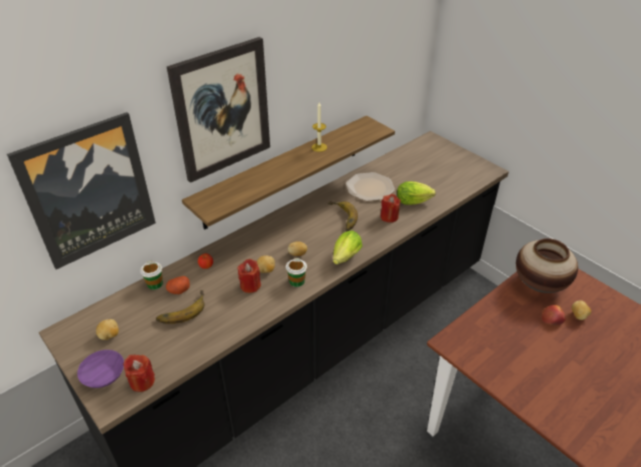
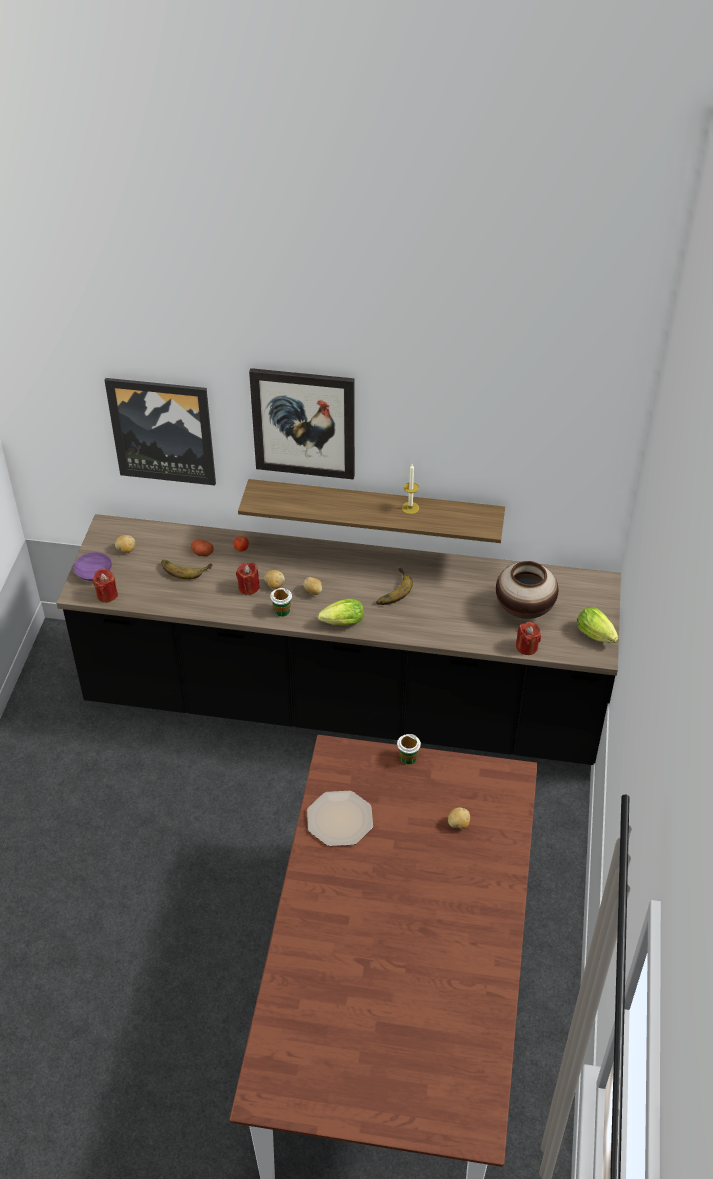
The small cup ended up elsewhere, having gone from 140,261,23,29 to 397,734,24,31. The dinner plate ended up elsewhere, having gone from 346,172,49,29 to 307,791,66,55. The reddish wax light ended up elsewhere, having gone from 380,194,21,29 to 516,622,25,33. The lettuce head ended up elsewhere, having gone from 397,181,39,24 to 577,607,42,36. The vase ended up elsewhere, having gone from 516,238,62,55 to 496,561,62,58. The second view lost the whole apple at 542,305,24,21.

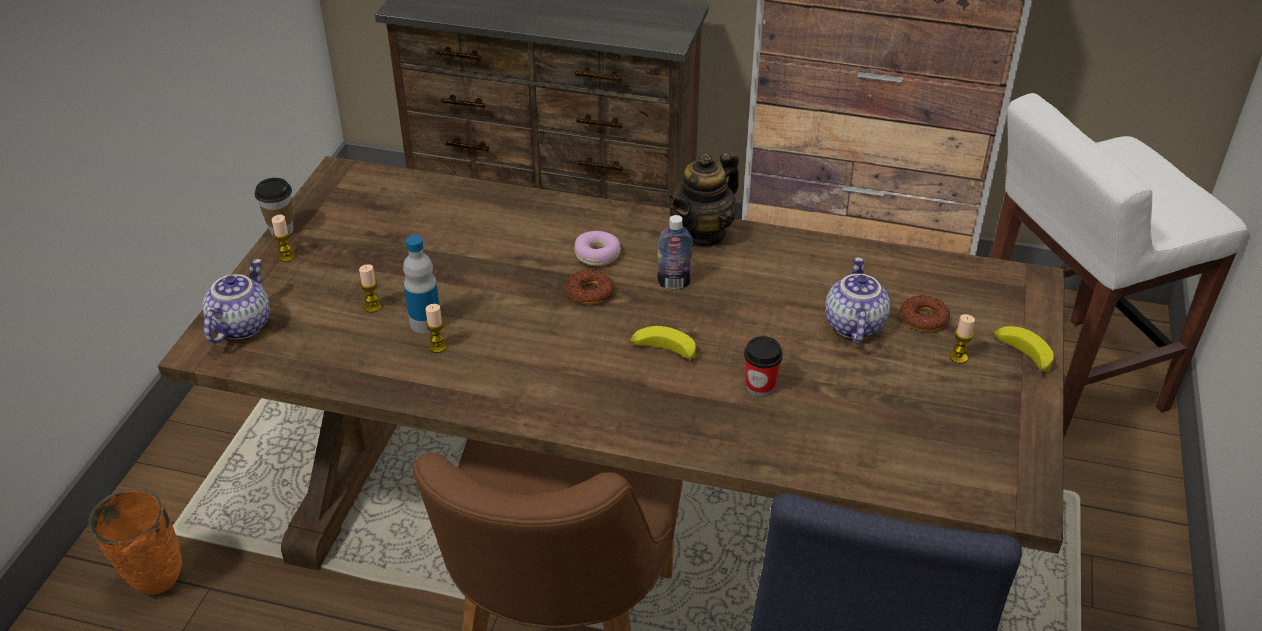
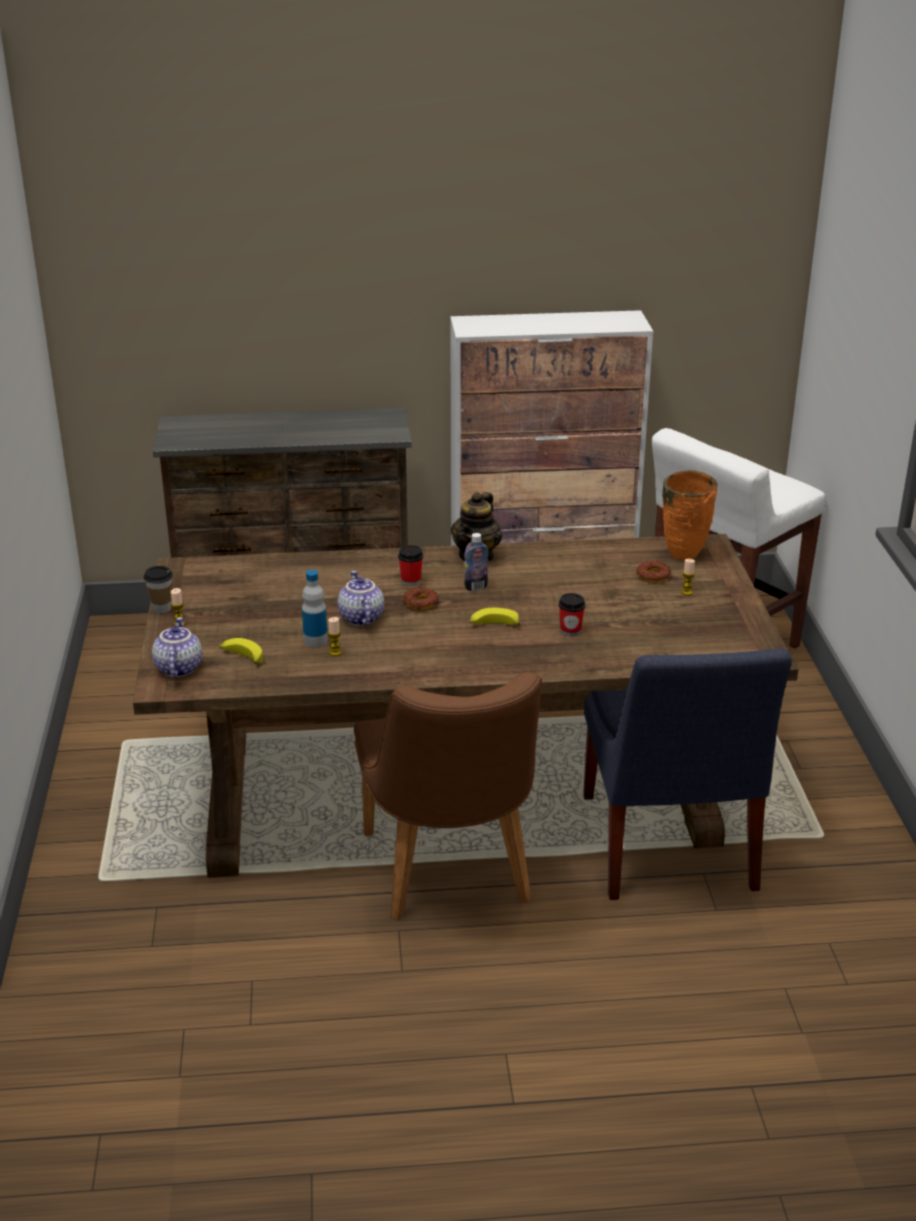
The orangey vase ended up elsewhere, having gone from 89,489,93,106 to 662,470,56,91. The second view lost the wax light at 359,264,22,49. Where the ring doughnut stood at 574,231,47,35, the small cup came to stand at 398,545,25,41. The pot for tea ended up elsewhere, having gone from 825,257,65,87 to 338,571,46,55. The banana ended up elsewhere, having gone from 993,326,61,47 to 219,638,44,26.

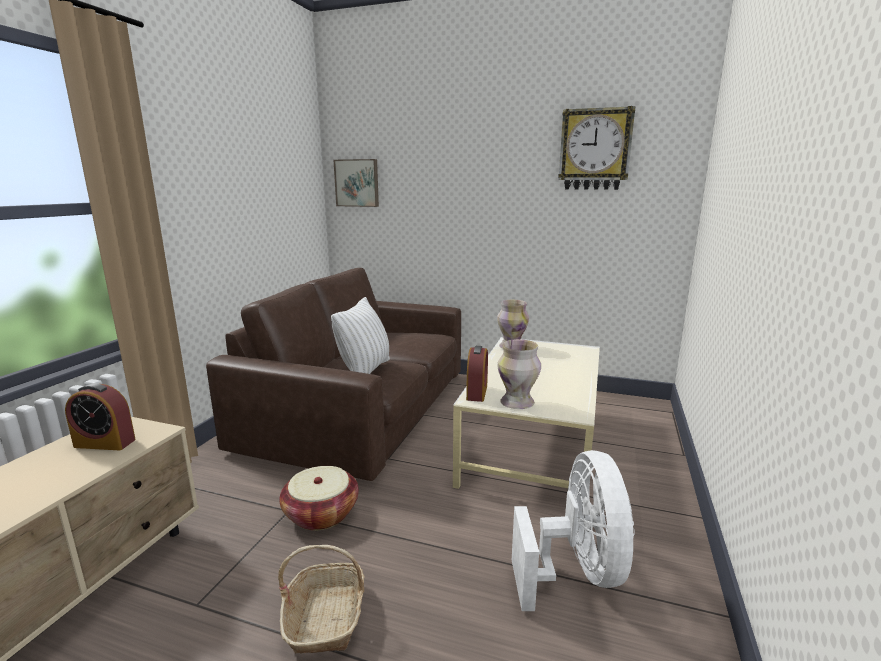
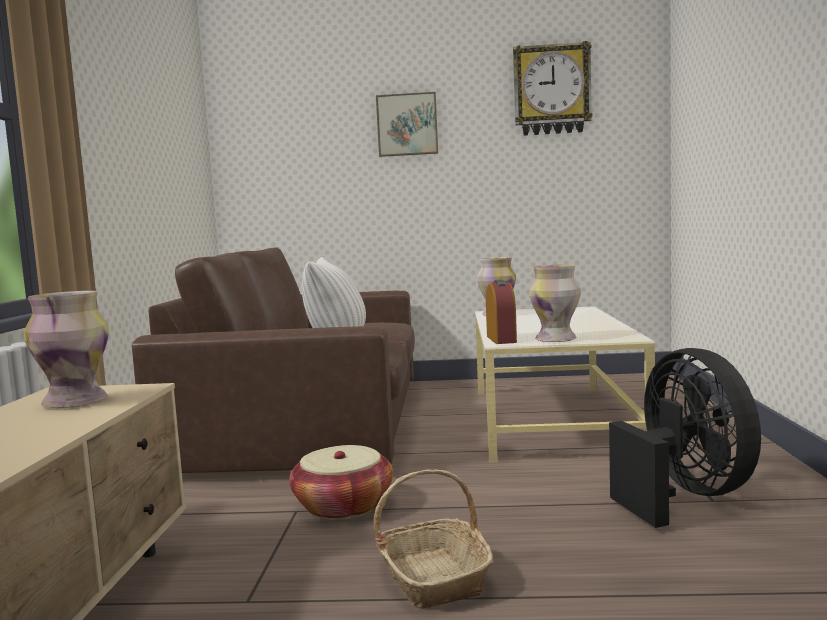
Where the table clock stood at 65,383,71,67, the vase came to stand at 24,291,85,117. The wall picture ended up elsewhere, having gone from 333,159,46,48 to 376,92,62,65. What was the white-coloured electric fan at 512,450,123,161 turned into the black electric fan at 609,348,152,180.

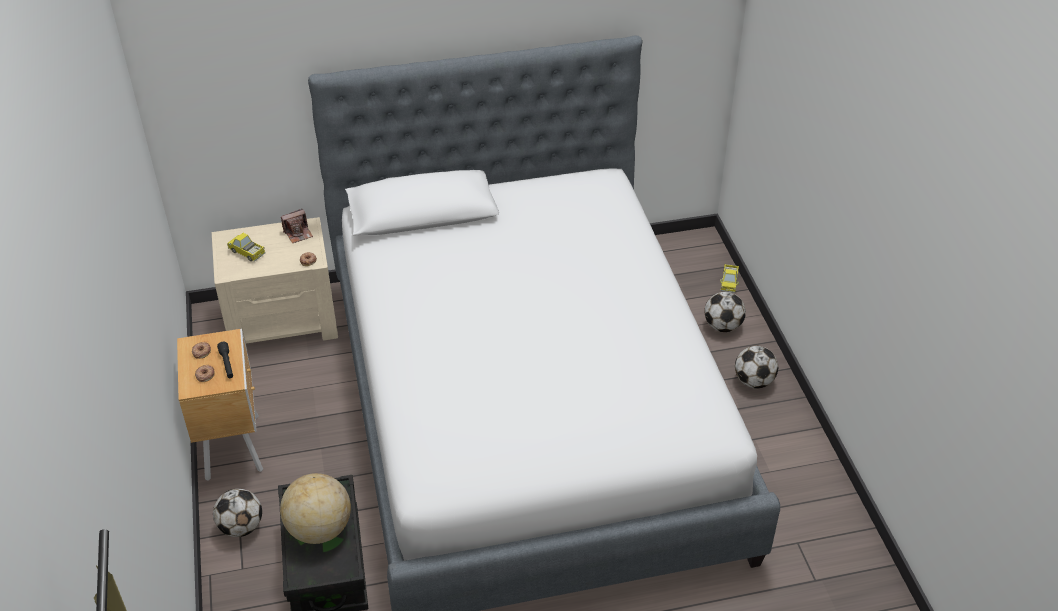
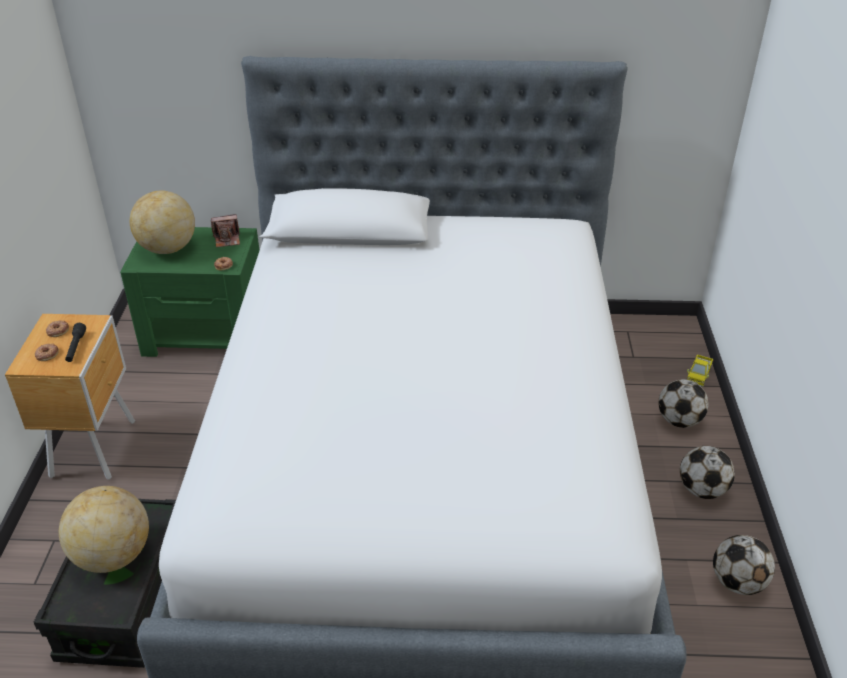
What was the sand-coloured night table at 212,217,126,132 turned into the green night table at 120,227,140,130. The football ended up elsewhere, having gone from 213,489,49,48 to 713,535,62,60. Where the toy truck stood at 227,233,38,29, the desk globe came to stand at 130,191,65,63.

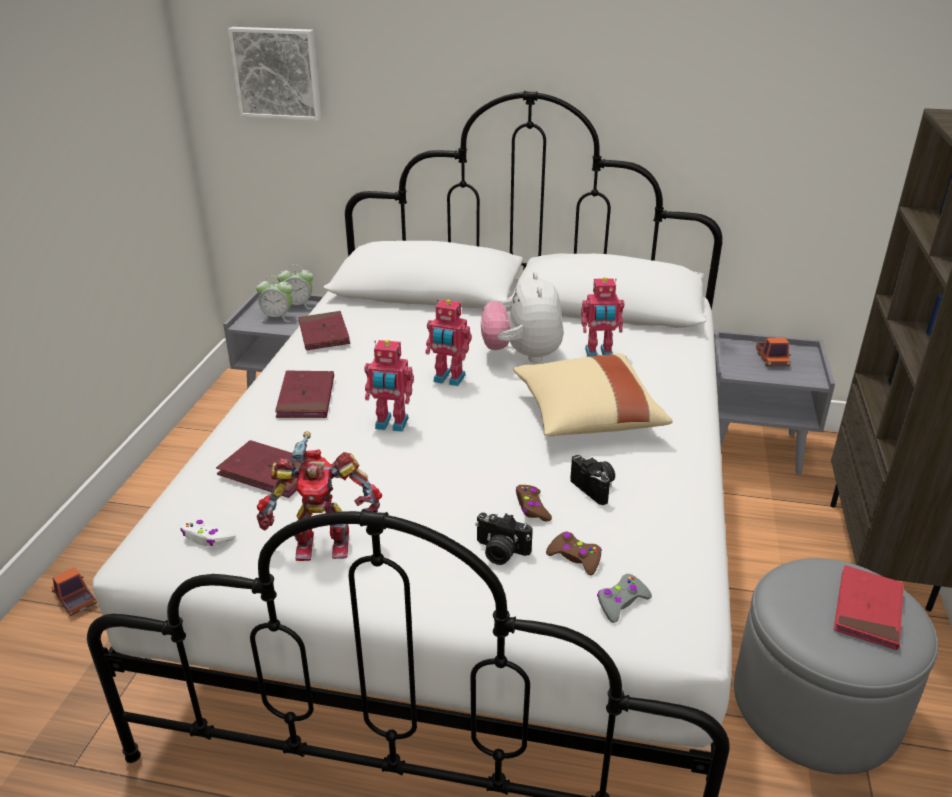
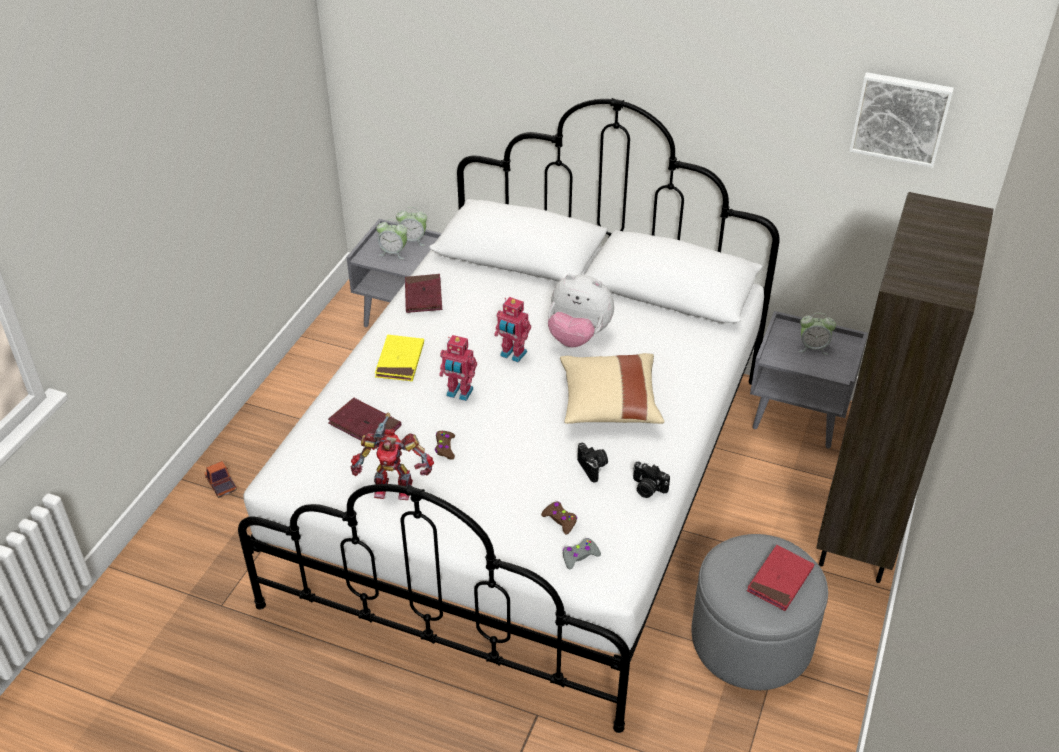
The second view lost the white-coloured gamepad at 180,520,56,26. The wall picture ended up elsewhere, having gone from 228,27,93,94 to 849,72,105,96. What was the reddish book at 275,371,59,47 turned into the yellowish book at 375,335,49,46. The photo camera ended up elsewhere, having gone from 475,513,58,52 to 633,461,37,37. The soft toy at 481,272,82,91 ended up facing another way, 75 degrees counterclockwise from before. The brownish gamepad ended up elsewhere, having gone from 516,485,36,37 to 435,431,20,29. The second view lost the toy robot at 581,277,44,80. Where the toy truck stood at 756,338,35,29, the table clock came to stand at 799,313,37,42.

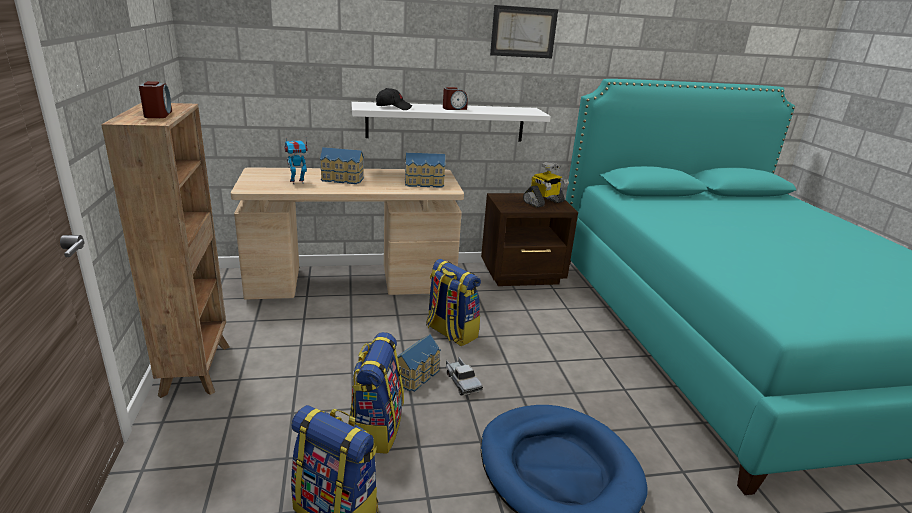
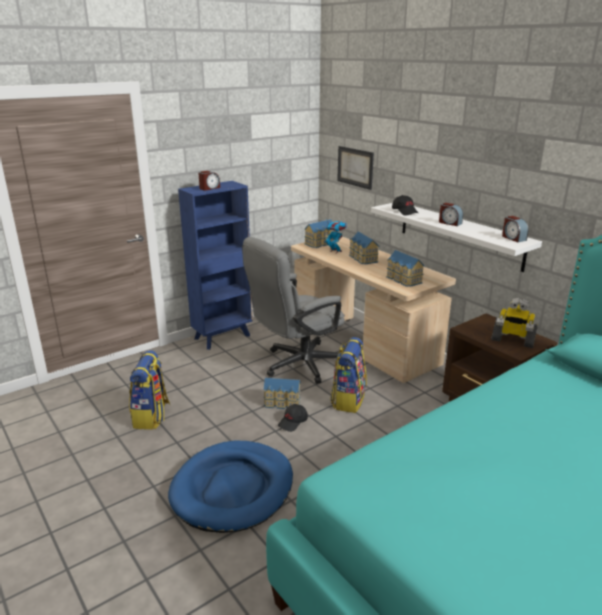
What was the brownish shelving unit at 101,103,129,295 turned into the bluish shelving unit at 178,181,75,169. The second view lost the knapsack at 348,332,56,122. Where the toy truck stood at 446,357,37,38, the black peaked cap came to stand at 278,404,30,28. The wall picture ended up elsewhere, having gone from 490,5,68,53 to 337,146,37,44. The second view gained the greyish office chair at 242,237,103,147. The second view gained the model house at 304,219,31,29. The second view gained the table clock at 502,216,27,26.

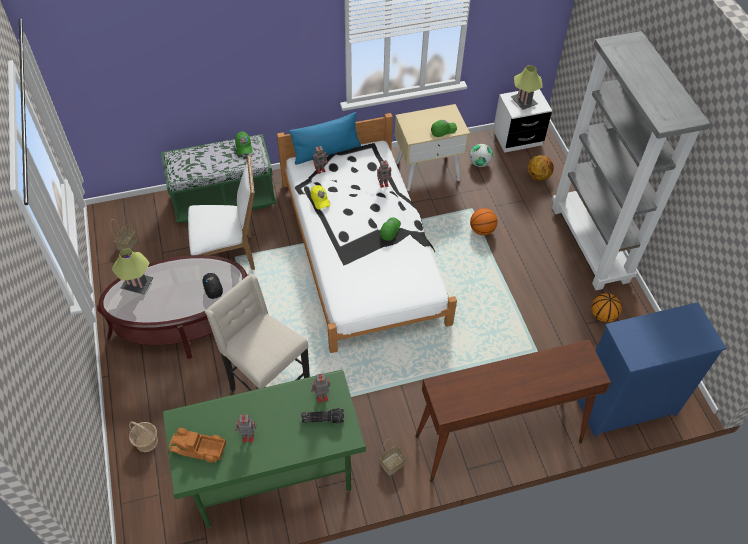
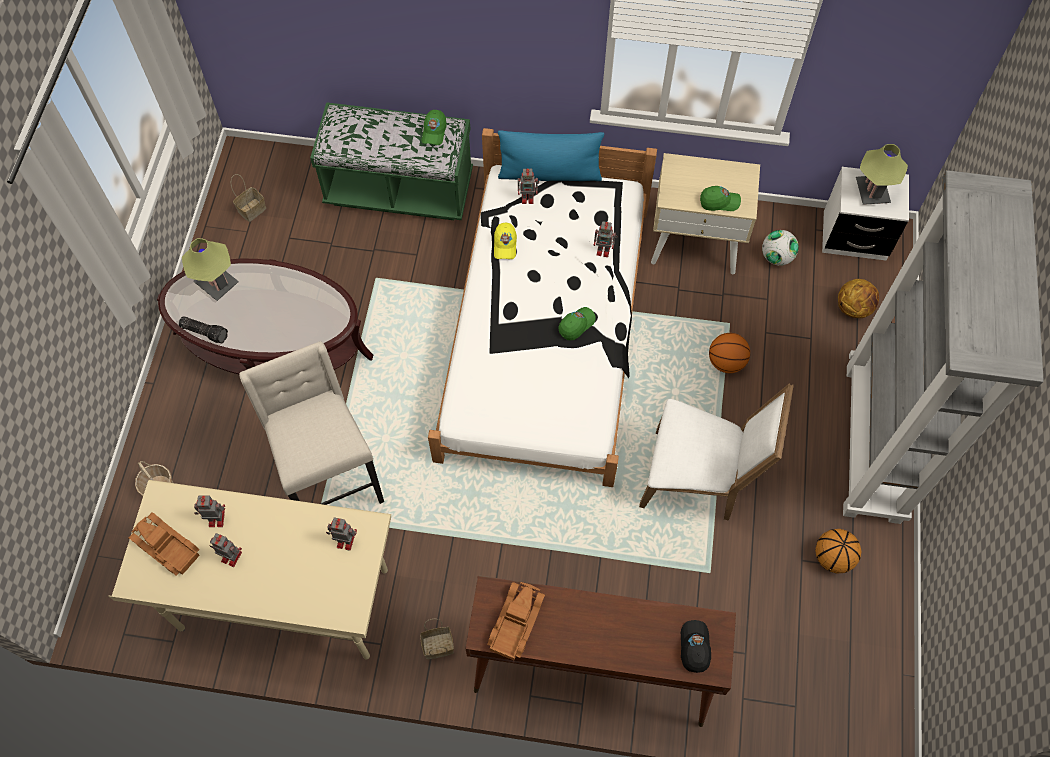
What was the green desk at 163,369,203,159 turned into the sand-coloured desk at 108,480,283,180. The white-coloured upright chair ended up elsewhere, having gone from 188,155,67,115 to 639,383,155,138. The black peaked cap ended up elsewhere, having gone from 202,273,21,26 to 681,620,30,53. The torch ended up elsewhere, having gone from 301,408,43,15 to 179,316,49,27. The second view lost the bluish chest of drawers at 577,302,149,135. The second view gained the toy robot at 194,495,31,32. The second view gained the toy truck at 487,582,58,78.

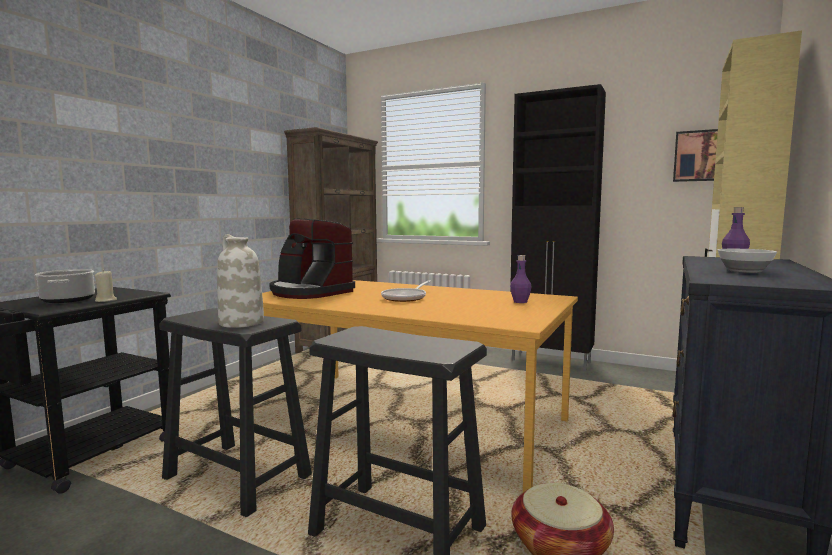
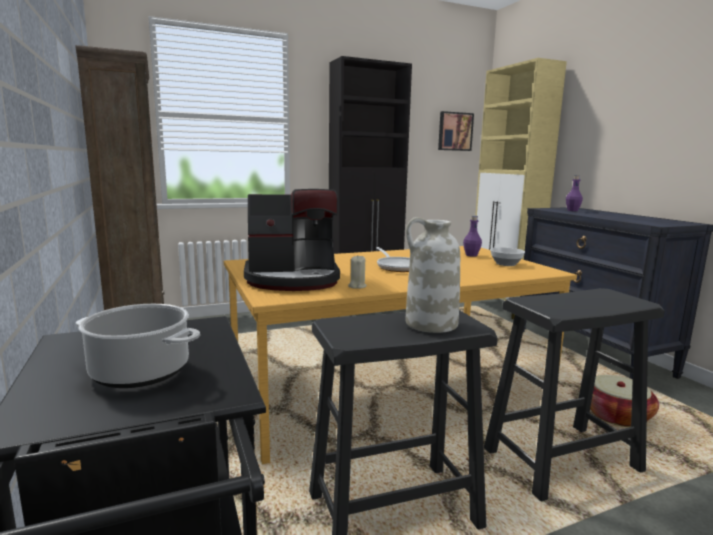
The sand-coloured wax light ended up elsewhere, having gone from 95,271,22,31 to 348,256,19,33. The deep dish ended up elsewhere, having gone from 718,249,59,24 to 490,247,35,19.

